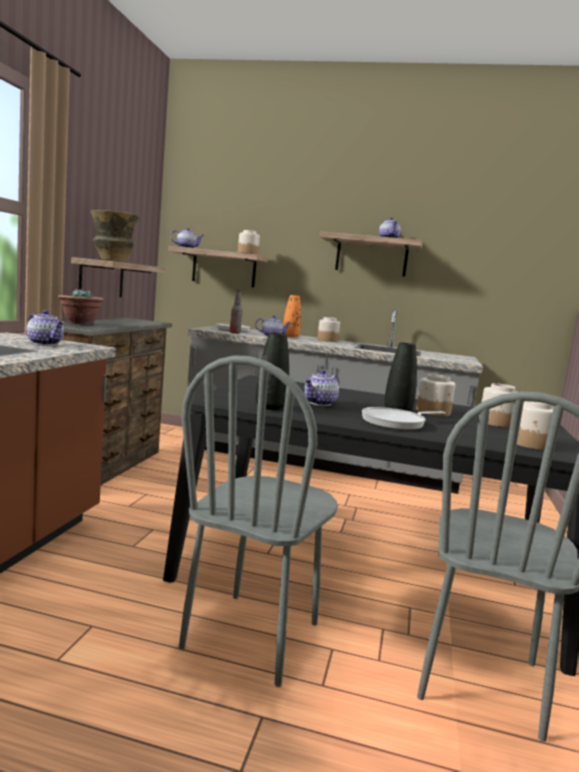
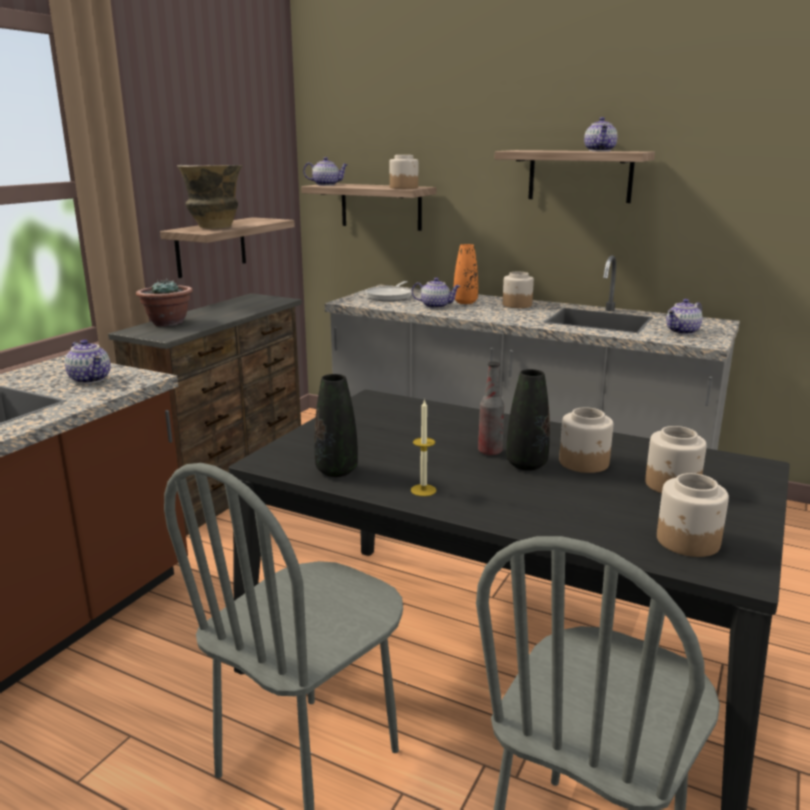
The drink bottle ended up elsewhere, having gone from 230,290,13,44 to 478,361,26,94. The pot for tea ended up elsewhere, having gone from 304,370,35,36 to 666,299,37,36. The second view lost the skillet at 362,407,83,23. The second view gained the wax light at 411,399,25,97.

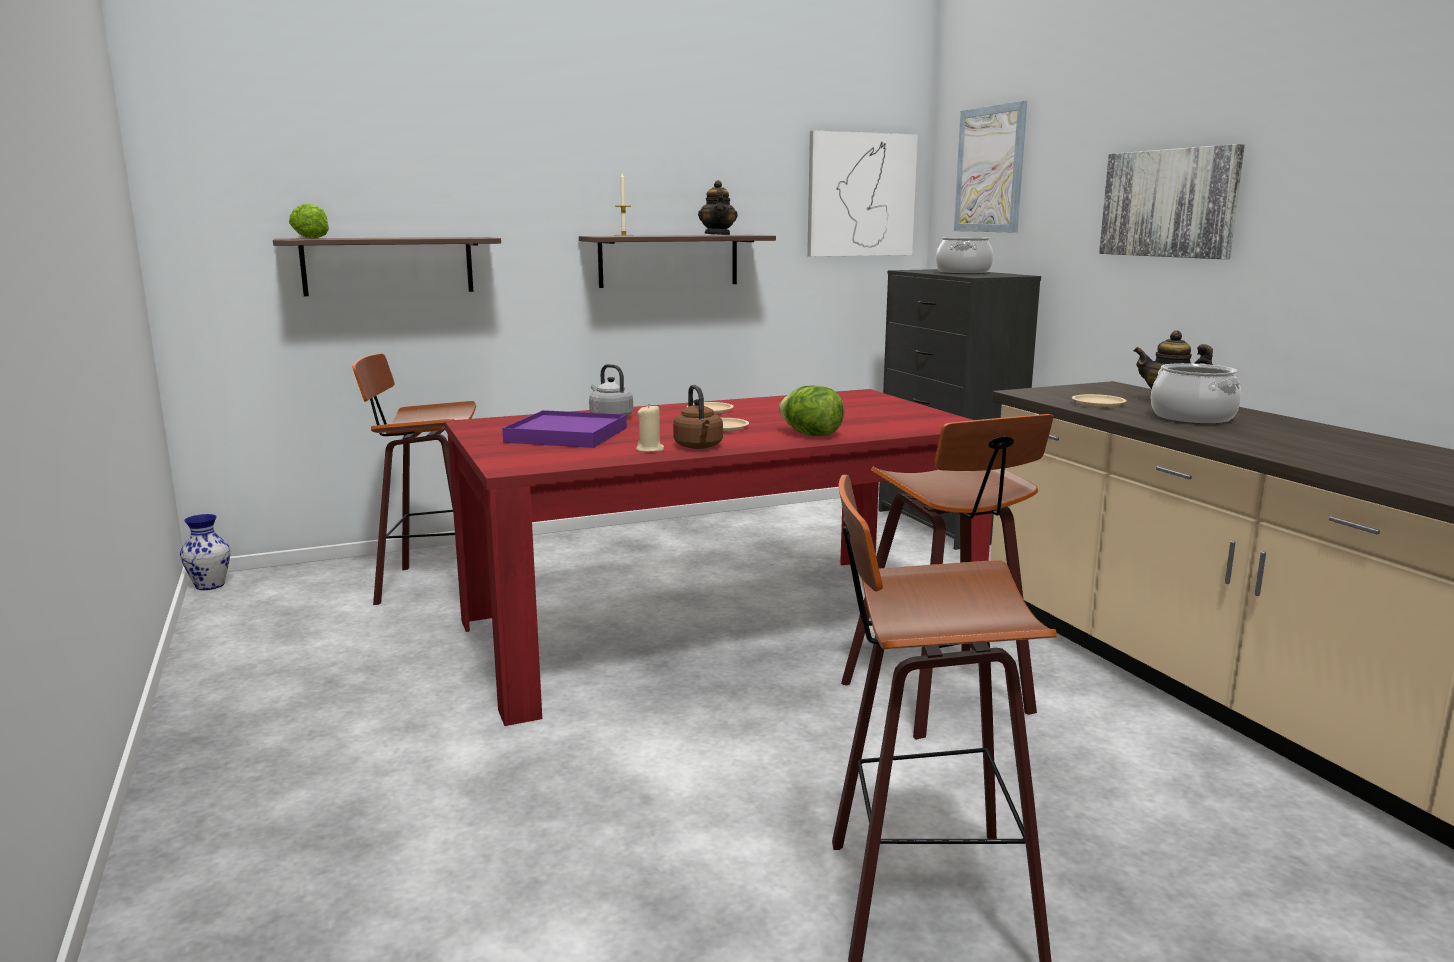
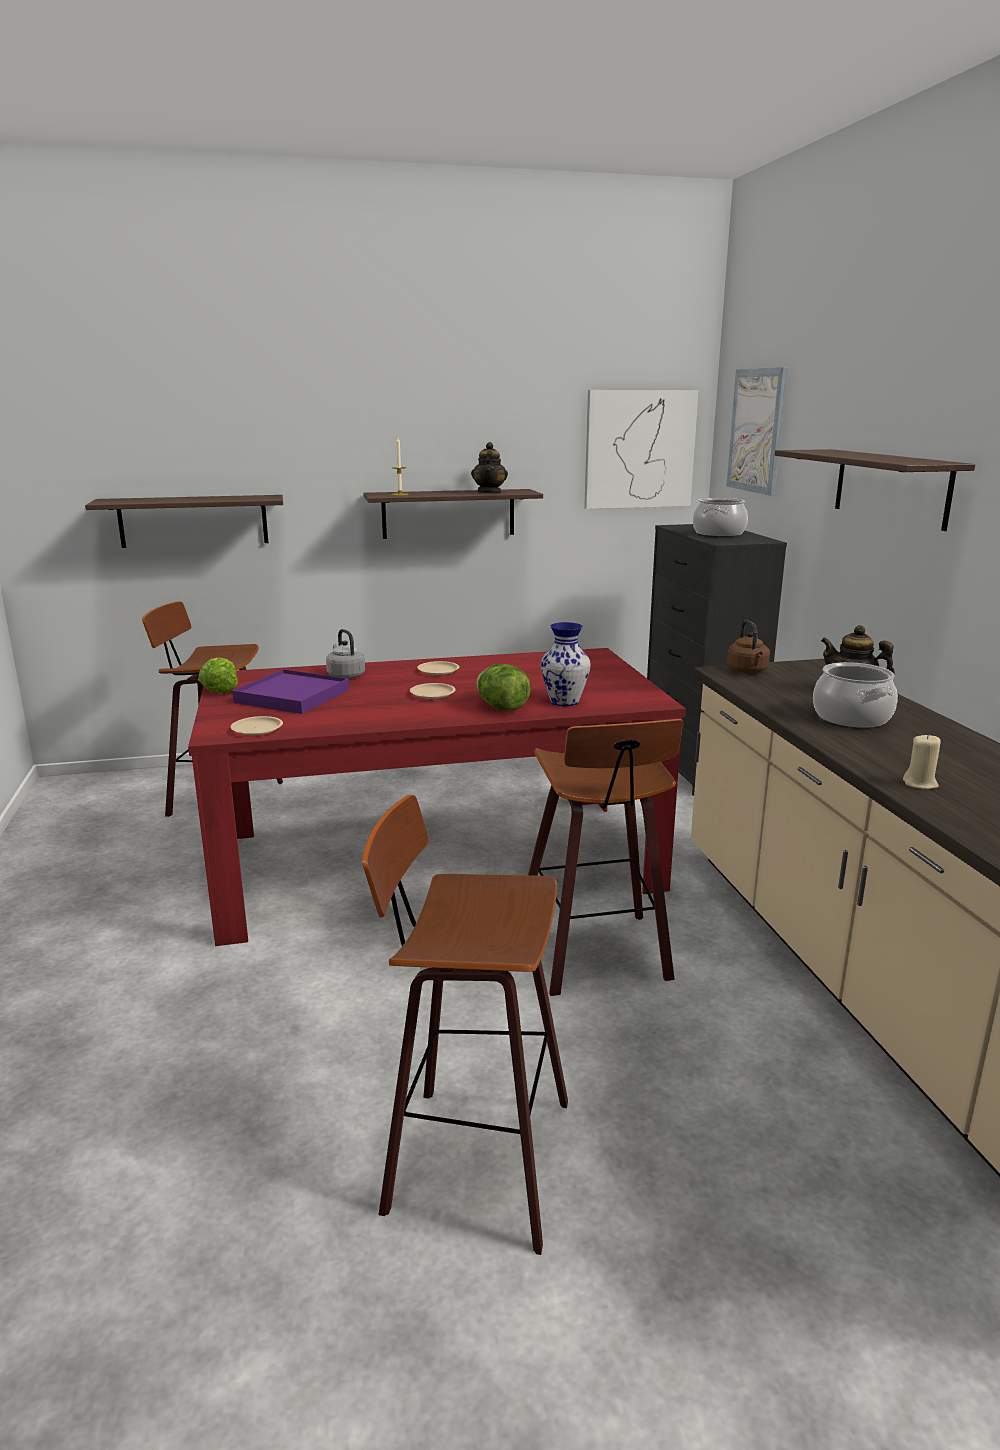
The vase ended up elsewhere, having gone from 180,514,51,76 to 541,622,50,84. The lettuce head ended up elsewhere, having gone from 289,204,40,35 to 198,657,40,36. The sand-coloured wax light ended up elsewhere, having gone from 636,405,28,47 to 903,734,38,55. The brownish tea kettle ended up elsewhere, having gone from 673,385,50,64 to 727,620,43,53. The sand-coloured dinner plate ended up elsewhere, having gone from 1072,394,55,13 to 231,716,52,20. Where the wall picture hung at 1099,144,146,115, the shelf came to hang at 775,449,200,82.

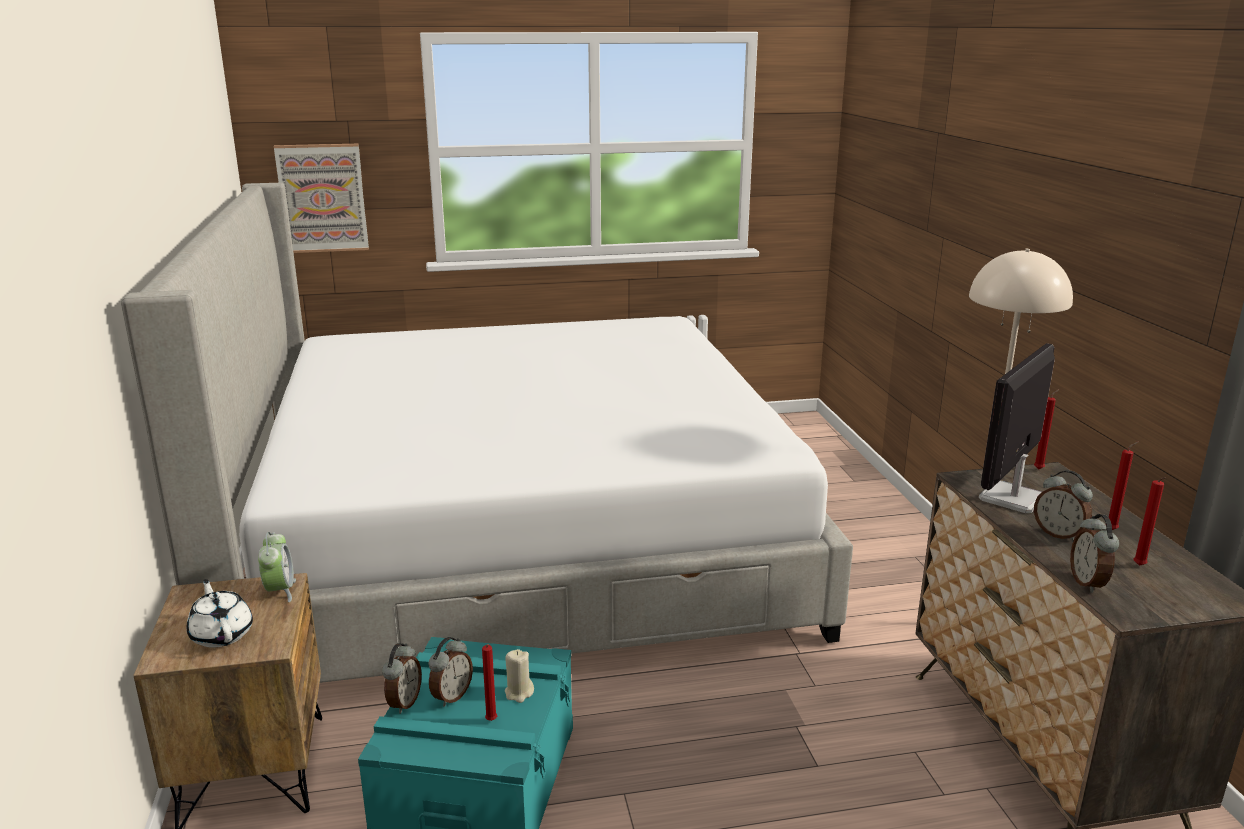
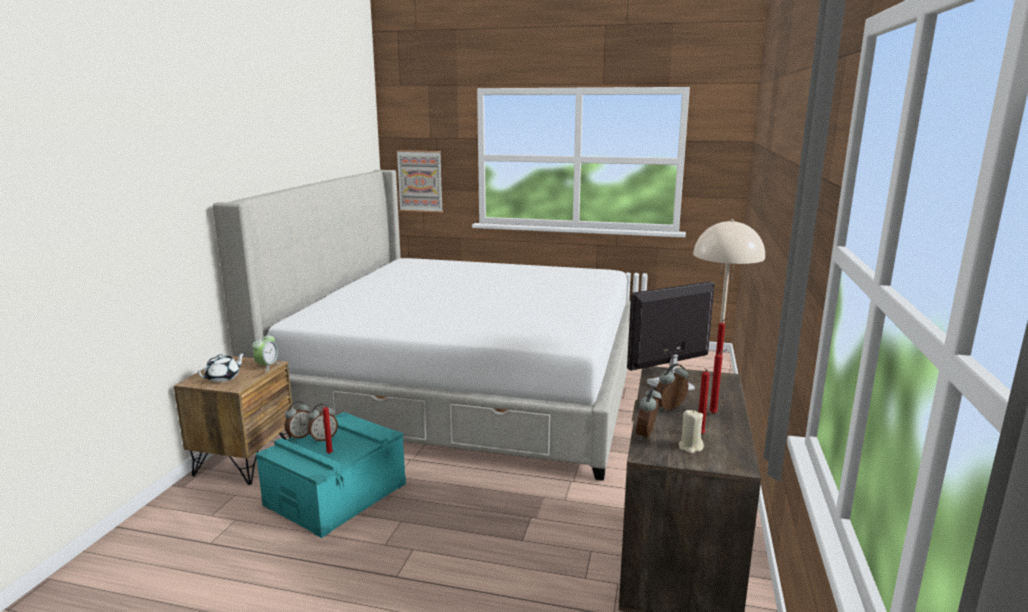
The white-coloured pot for tea at 186,579,67,69 ended up facing another way, 45 degrees clockwise from before. The sand-coloured wax light ended up elsewhere, having gone from 505,649,29,54 to 679,410,25,44. The table clock at 1034,470,59,72 ended up facing another way, 75 degrees clockwise from before.

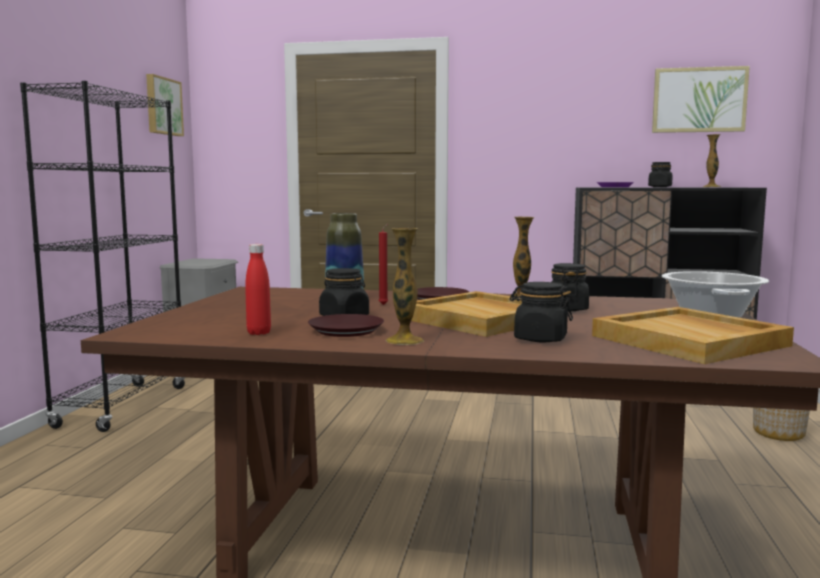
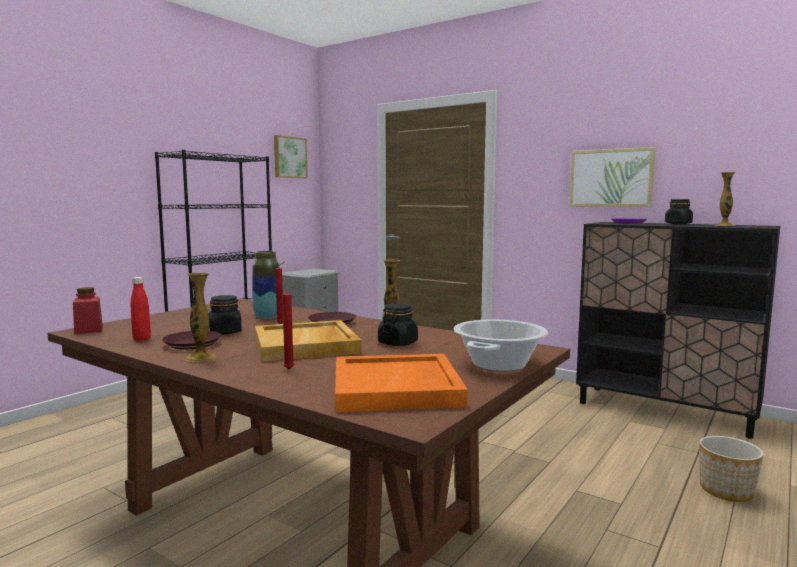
Where the black storage jar stood at 510,282,63,61, the reddish wax light came to stand at 282,284,12,85. What was the sand-coloured serving tray at 592,307,202,57 turned into the orangey serving tray at 335,354,133,58. The wall picture ended up elsewhere, having gone from 652,66,98,67 to 569,147,87,60. The second view gained the reddish storage jar at 73,287,30,47.

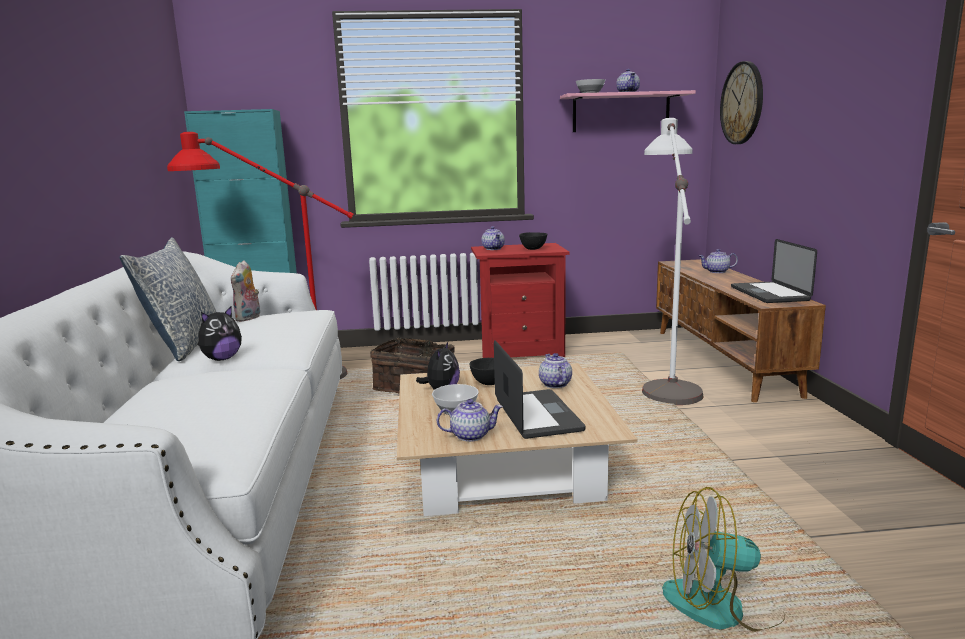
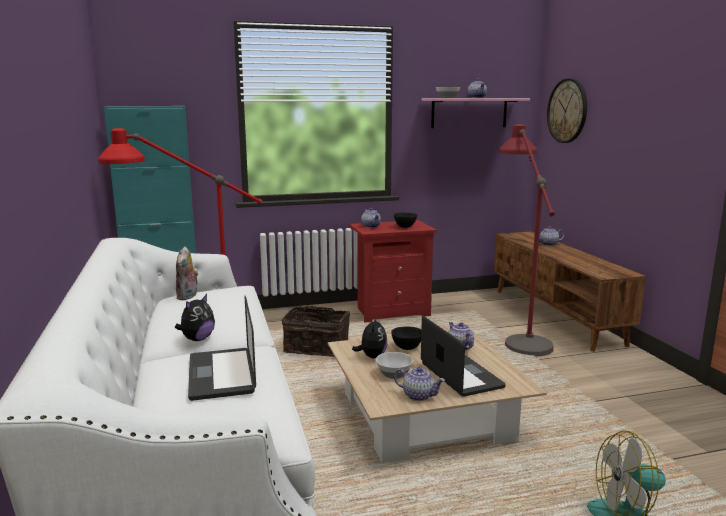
The second view lost the throw pillow at 120,237,96,124. The pot for tea at 437,399,66,43 ended up facing another way, 45 degrees clockwise from before. What was the white-coloured floor lamp at 642,118,61,287 turned into the reddish floor lamp at 499,124,56,232. The notebook computer ended up elsewhere, having gone from 731,239,86,64 to 188,296,68,105.

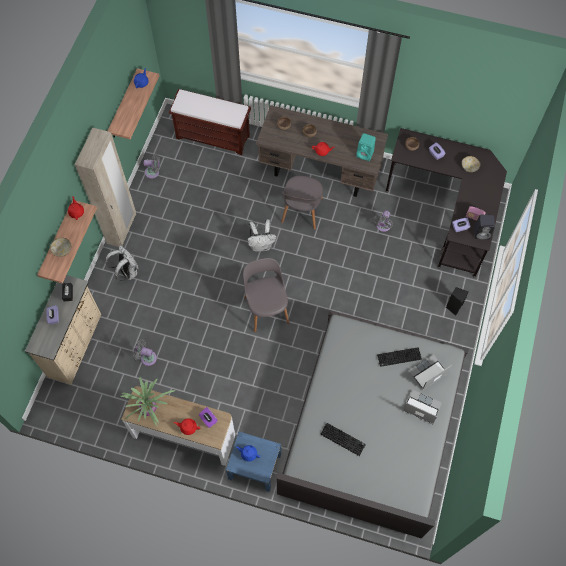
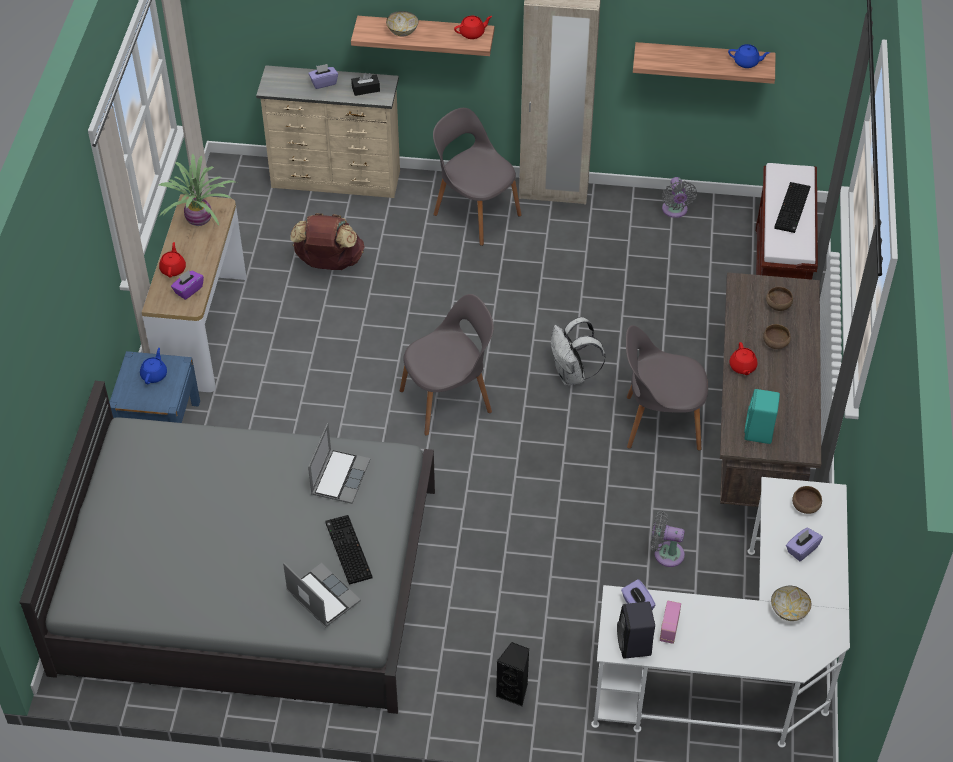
Where the white-coloured knapsack stood at 106,245,32,36, the greyish upright chair came to stand at 433,108,88,138. Where the greyish electric fan stood at 133,339,24,27, the brownish knapsack came to stand at 291,213,74,57. The keyboard ended up elsewhere, having gone from 320,423,46,33 to 774,182,36,51. What was the black desk at 385,128,122,150 turned into the white-coloured desk at 591,477,259,271. The notebook computer ended up elsewhere, having gone from 403,389,39,35 to 308,423,62,81.

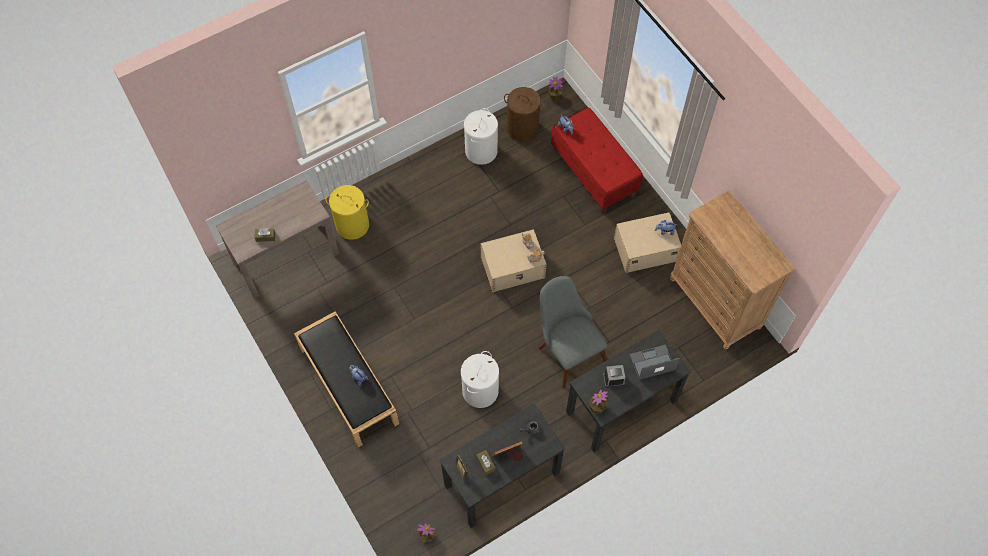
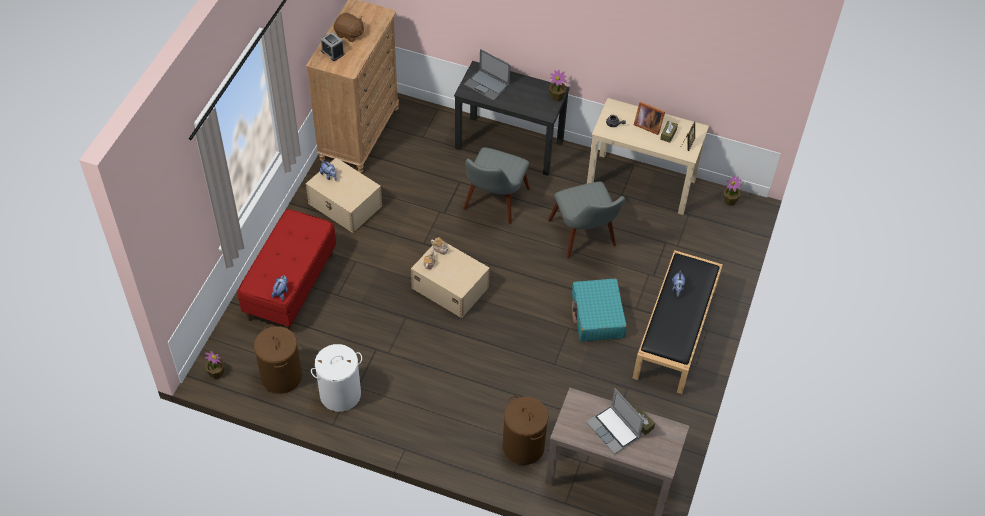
What was the yellowish laundry basket at 326,185,43,55 turned into the brownish laundry basket at 503,396,45,69. What was the black desk at 440,403,125,125 turned into the sand-coloured desk at 587,98,122,117. Where the white-coloured laundry basket stood at 461,351,38,57, the greyish upright chair came to stand at 548,182,77,76. The table clock ended up elsewhere, having gone from 603,365,23,22 to 321,32,24,29. The second view gained the brownish soft toy at 334,12,30,30. The second view gained the blue-green travel case at 572,278,55,64. The second view gained the notebook computer at 586,388,58,67.

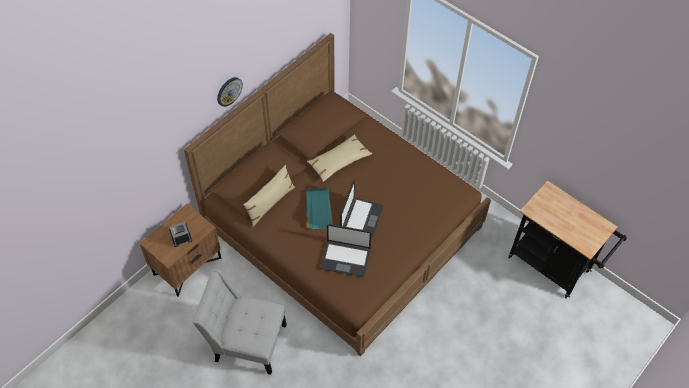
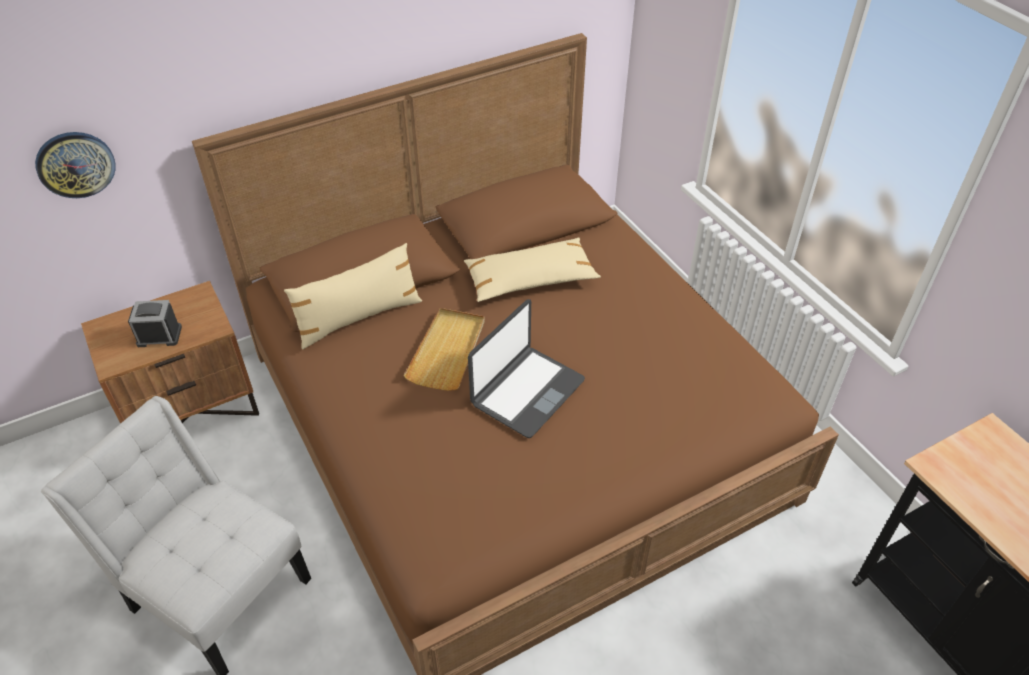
The clock on the wall ended up elsewhere, having gone from 217,77,26,30 to 35,132,81,66. What was the blue-green serving tray at 306,188,27,41 turned into the sand-coloured serving tray at 404,308,81,83. The second view lost the notebook computer at 321,224,50,53.

